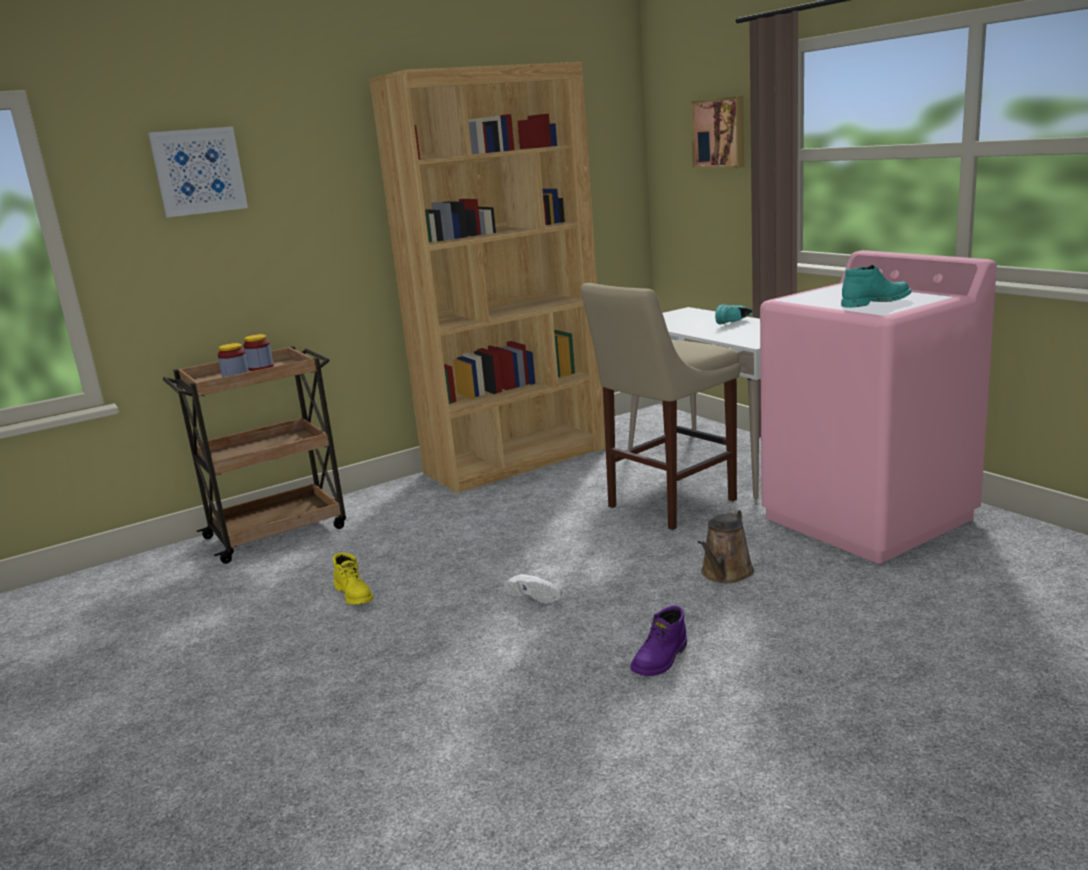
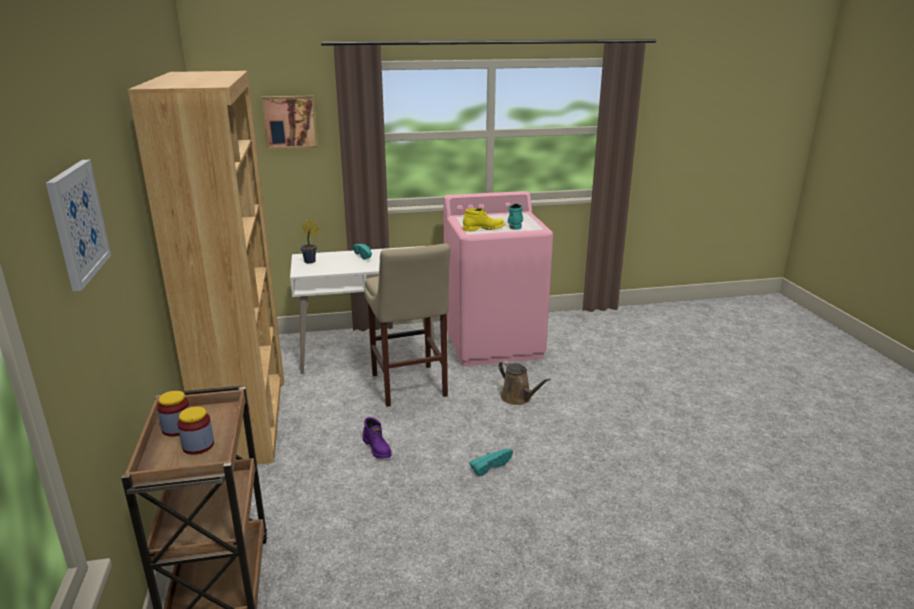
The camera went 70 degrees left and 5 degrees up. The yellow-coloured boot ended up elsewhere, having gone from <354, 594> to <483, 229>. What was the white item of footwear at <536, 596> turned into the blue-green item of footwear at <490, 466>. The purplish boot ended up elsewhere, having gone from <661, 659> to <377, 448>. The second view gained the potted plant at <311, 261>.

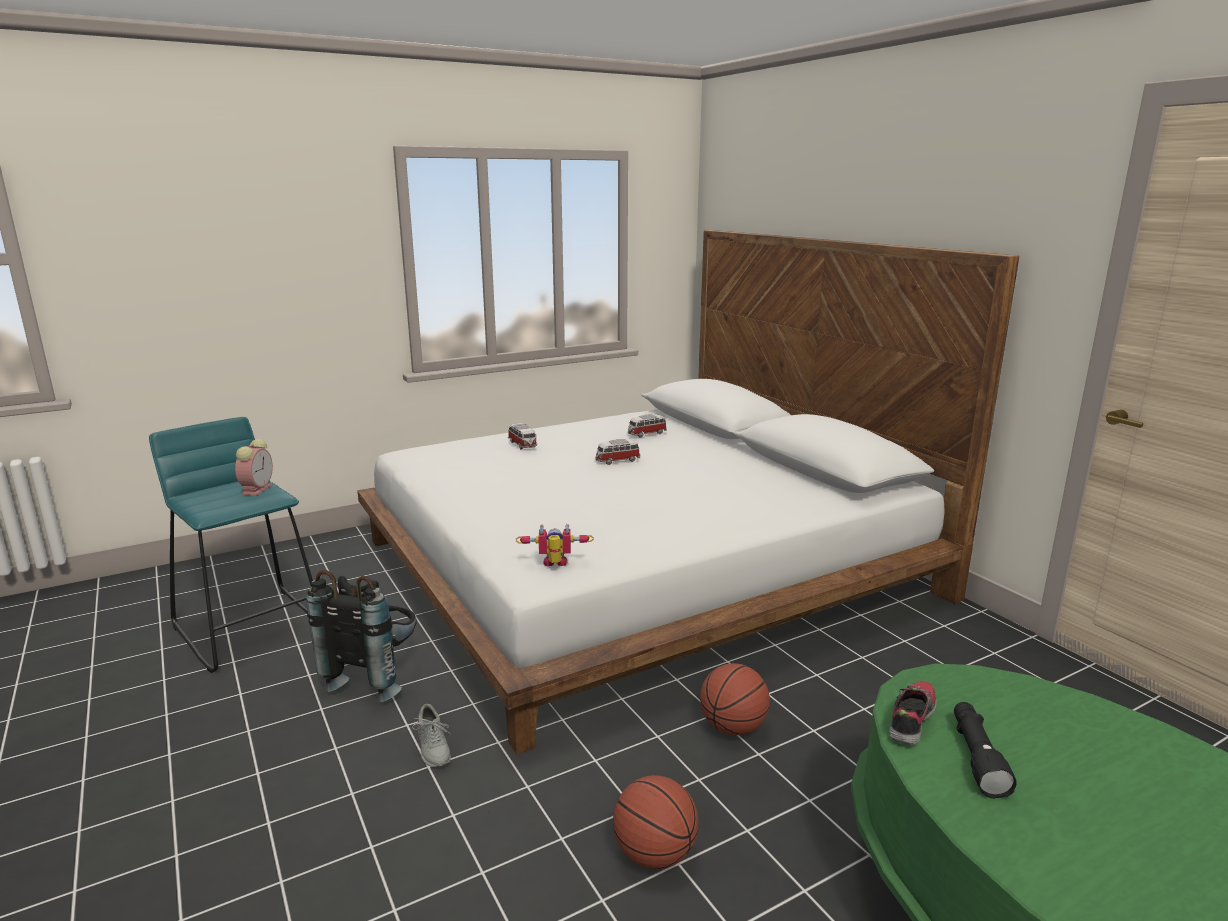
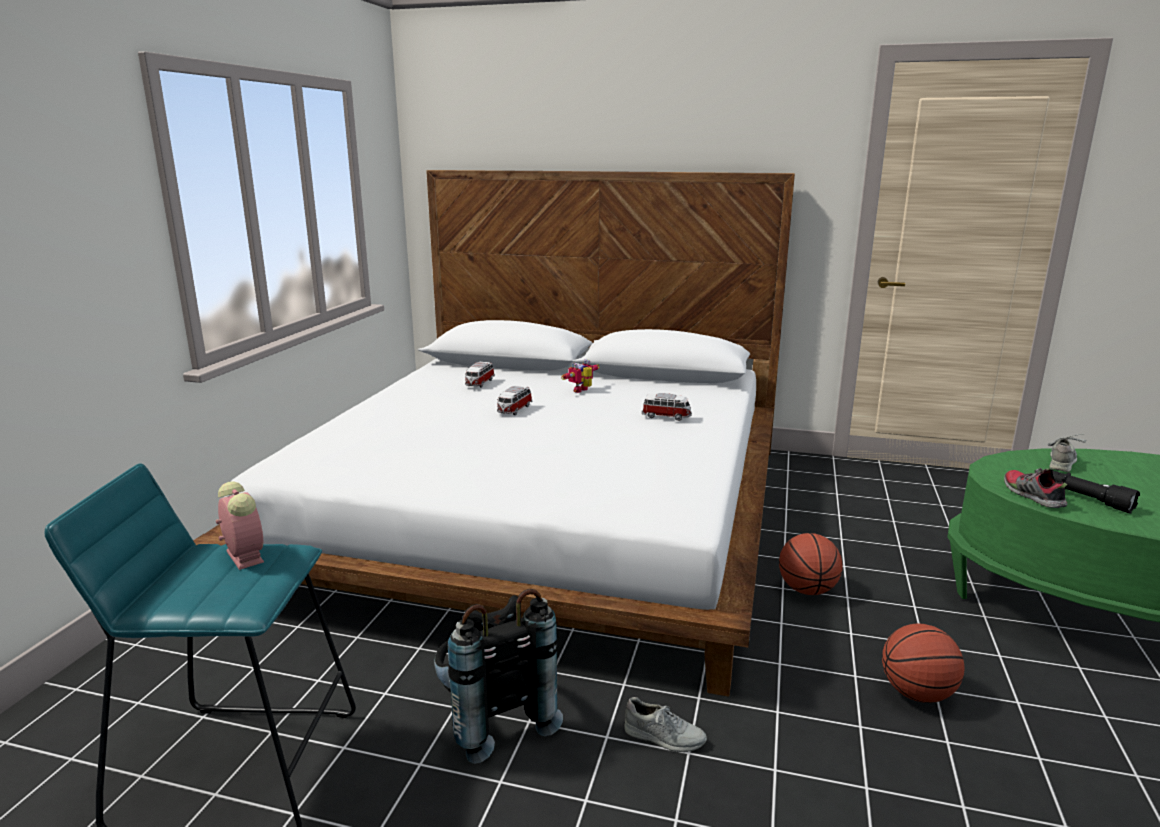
The camera went 45 degrees left and 0 degrees up. The model car ended up elsewhere, having gone from <523, 445> to <666, 416>. The robot figure ended up elsewhere, having gone from <555, 565> to <583, 391>. The second view gained the gray item of footwear at <1062, 461>.

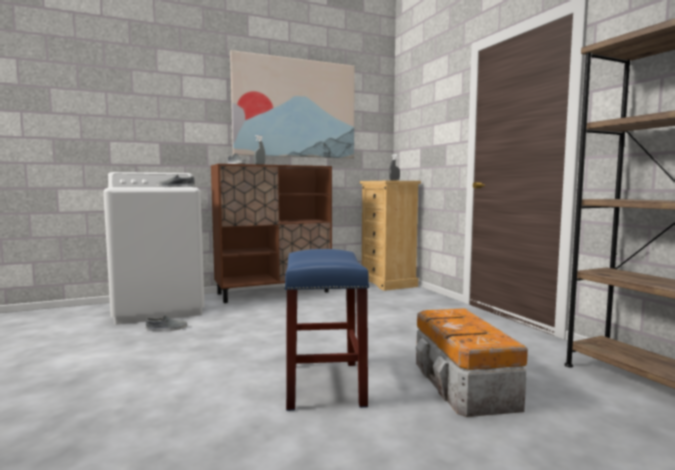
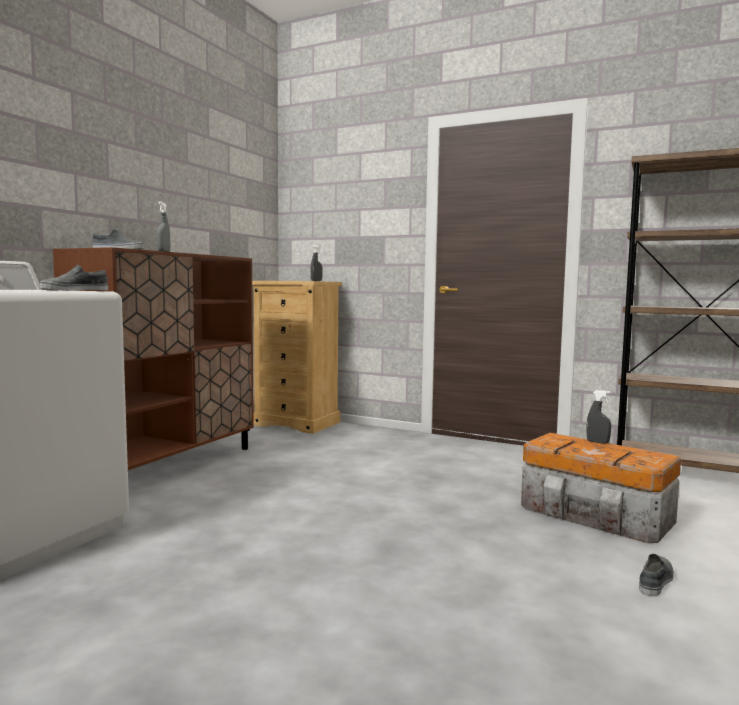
The camera went 40 degrees left and 0 degrees up. The gray item of footwear ended up elsewhere, having gone from <166, 329> to <655, 580>. The second view lost the picture at <295, 108>. The second view lost the blue-coloured sitting stool at <325, 385>. The second view gained the gray sprayer at <597, 442>.

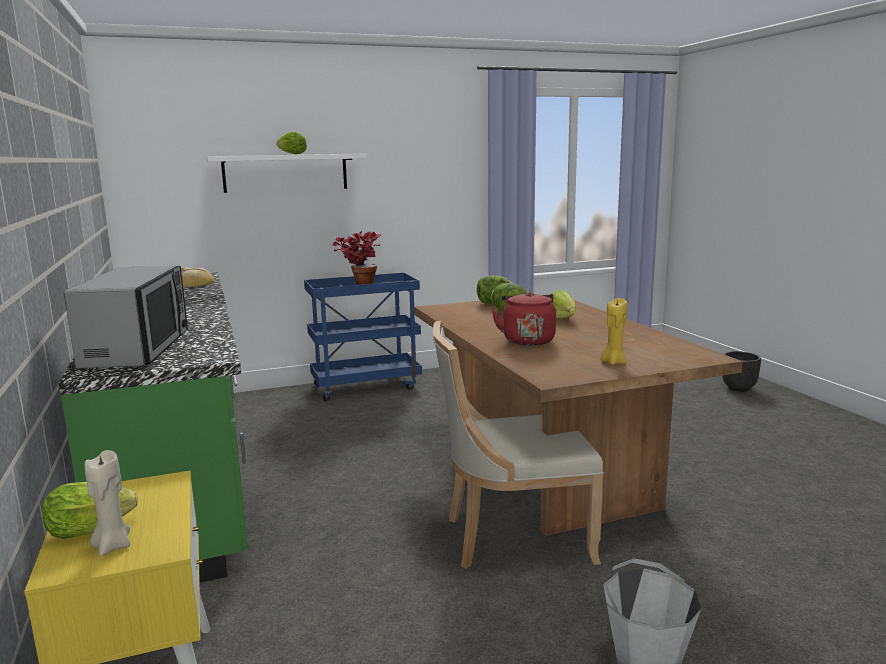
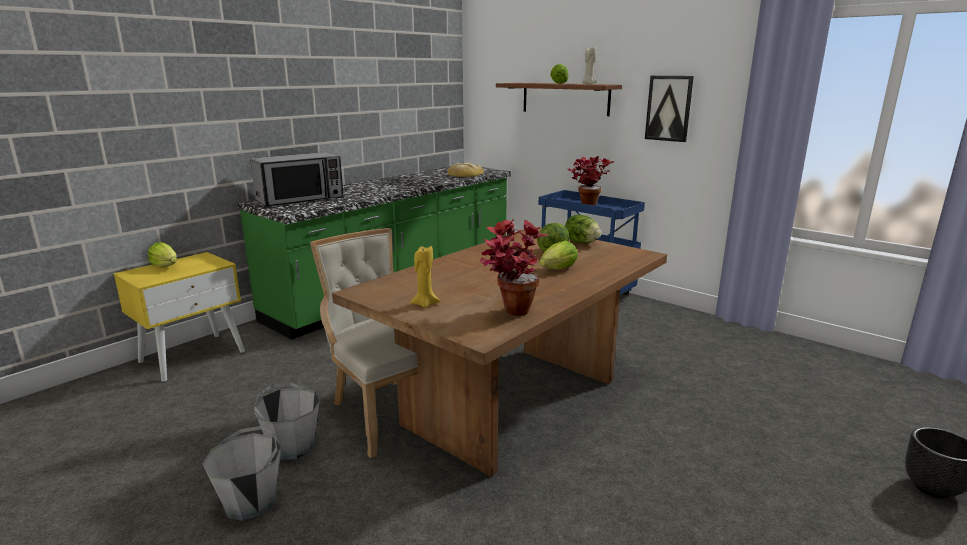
The camera went 60 degrees right and 5 degrees up. The beige candle ended up elsewhere, having gone from <112, 546> to <588, 84>. What was the white wall shelf at <285, 173> turned into the brown wall shelf at <565, 98>. The second view lost the reddish water kettle at <527, 340>. The second view gained the gray water bucket at <292, 446>. The second view gained the potted plant at <509, 314>. The second view gained the picture at <669, 108>.

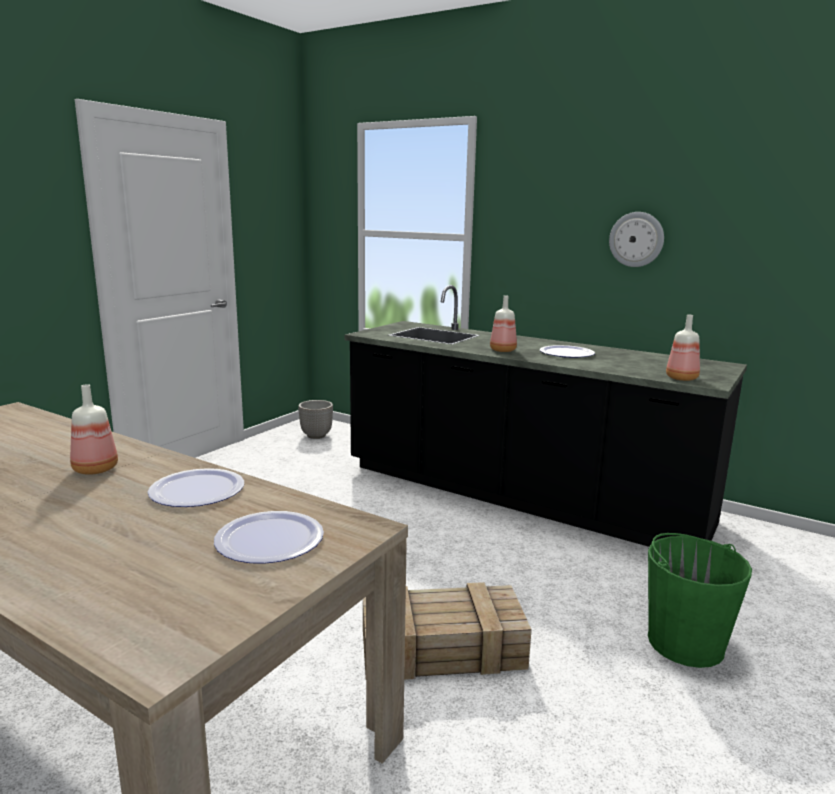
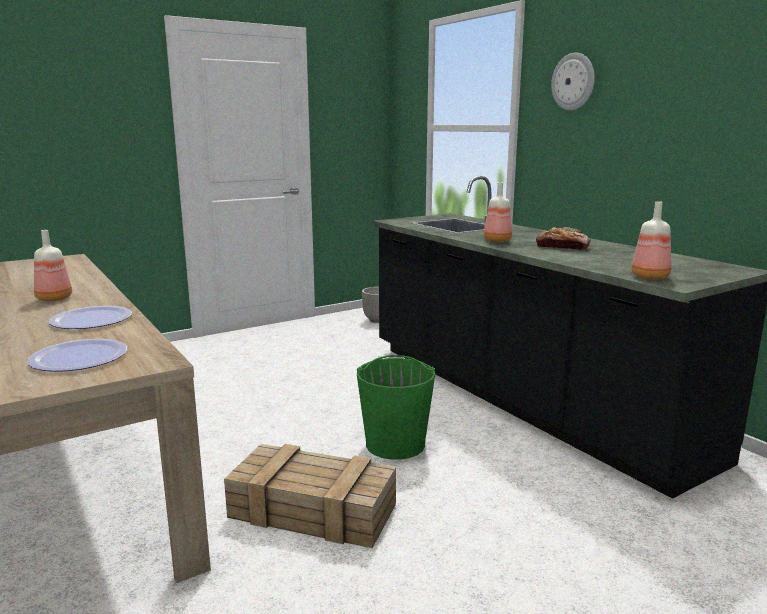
The camera went 25 degrees right and 0 degrees up. Where the plate stood at <566, 353>, the bread came to stand at <562, 247>. The wall clock ended up elsewhere, having gone from <636, 239> to <573, 82>. The greenish water bucket ended up elsewhere, having gone from <685, 642> to <395, 444>.

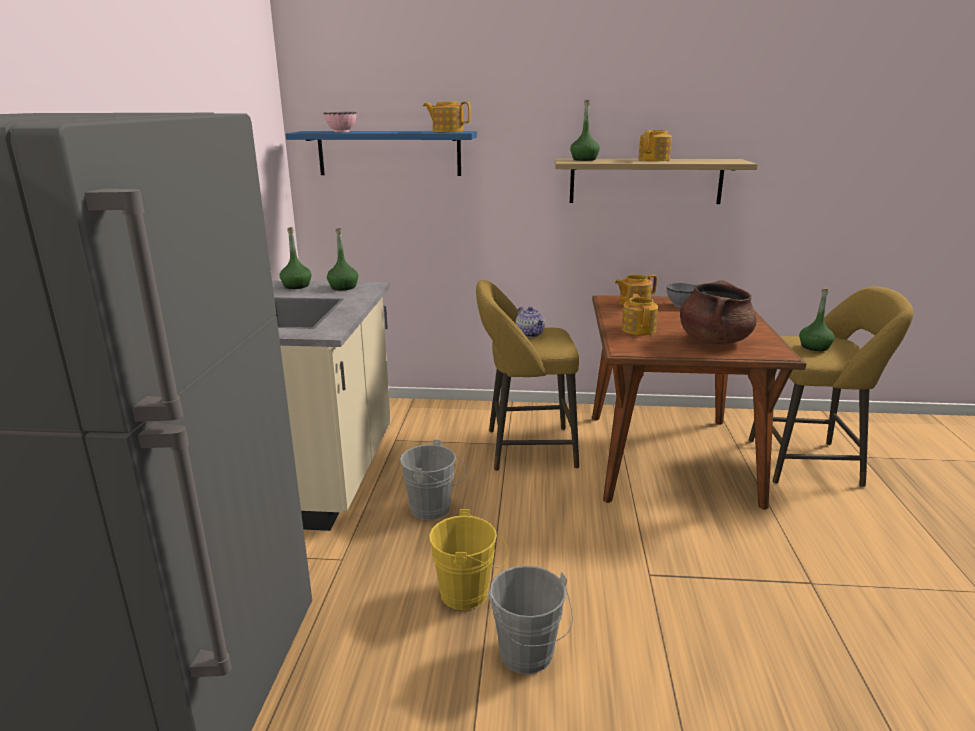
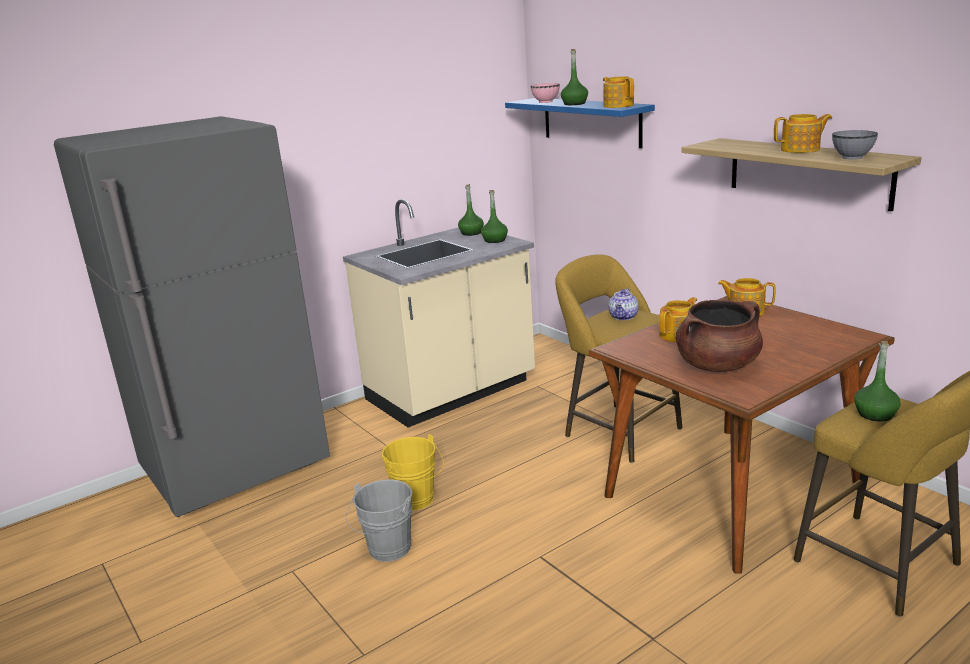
The camera went 50 degrees right and 0 degrees up. The second view lost the gray water bucket at <434, 509>. The greenish bottle ended up elsewhere, having gone from <584, 159> to <574, 104>. The gray bowl ended up elsewhere, having gone from <681, 305> to <852, 157>.

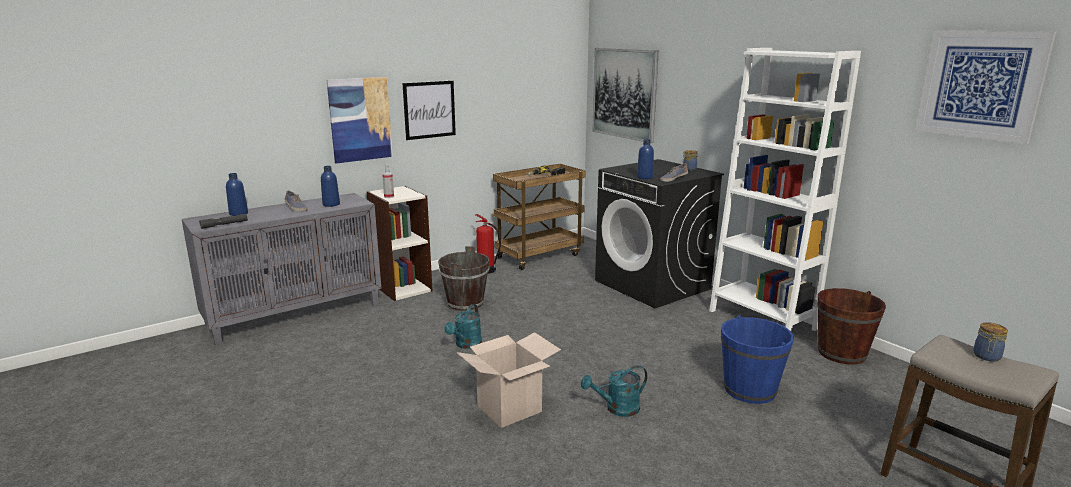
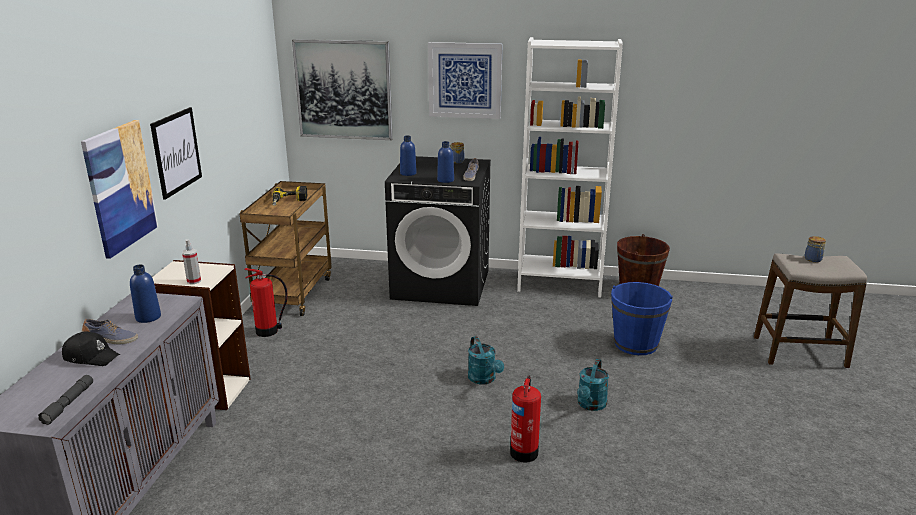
The camera went 45 degrees left and 5 degrees up. The blue-coloured bottle ended up elsewhere, having gone from <238, 213> to <408, 173>. The second view lost the brown water bucket at <465, 303>. The blue-green sprinkling can ended up elsewhere, having gone from <466, 345> to <484, 379>. Where the cardboard box stood at <509, 409>, the fire-fighting cylinder came to stand at <524, 451>. The picture ended up elsewhere, having gone from <981, 85> to <465, 80>. The second view gained the black peaked cap at <91, 356>.

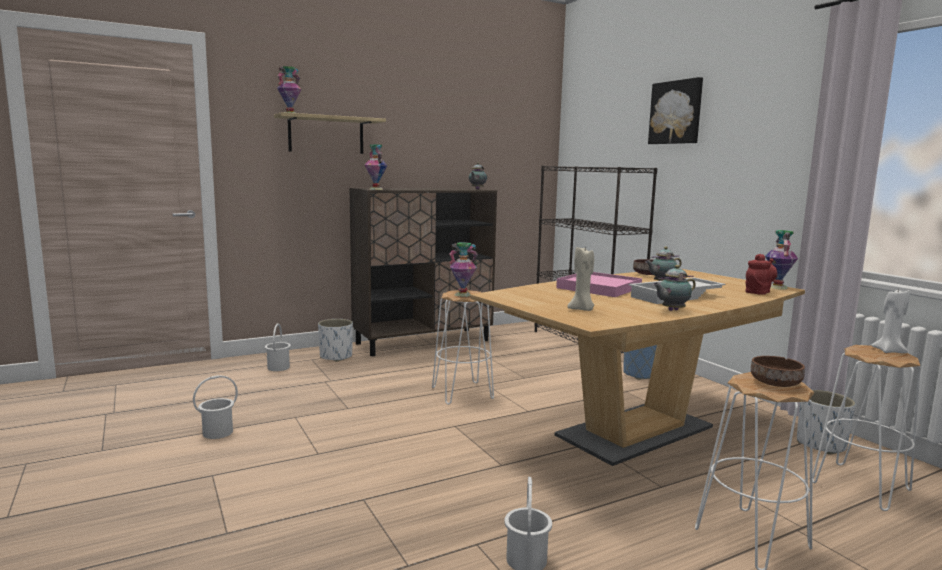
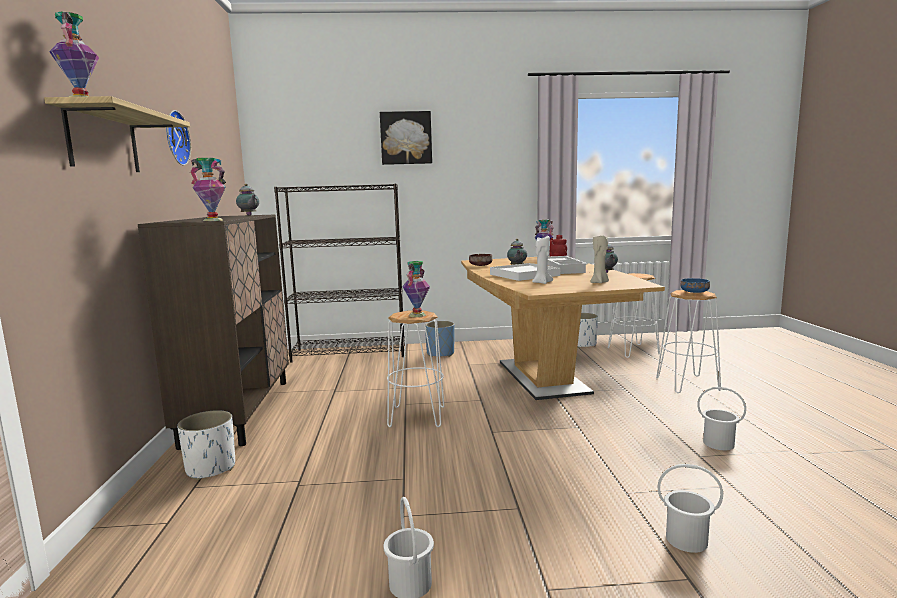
The camera went 65 degrees left and 0 degrees up. The white water bucket ended up elsewhere, having gone from <278, 367> to <687, 540>. What was the pink-coloured serving tray at <599, 288> turned into the white serving tray at <524, 275>. What was the brown bowl at <774, 384> turned into the blue-coloured bowl at <694, 292>. The white candle ended up elsewhere, having gone from <888, 351> to <541, 282>. The second view gained the wall clock at <174, 138>.

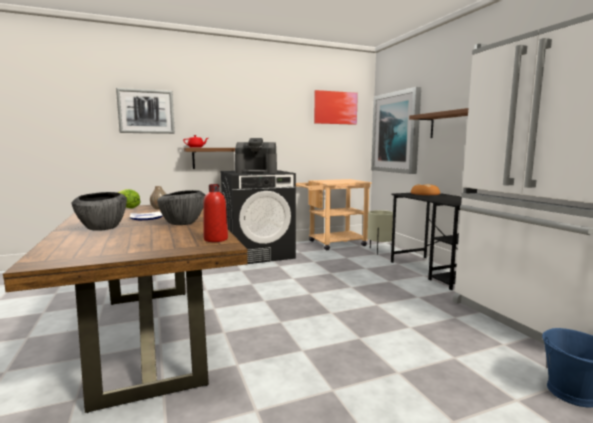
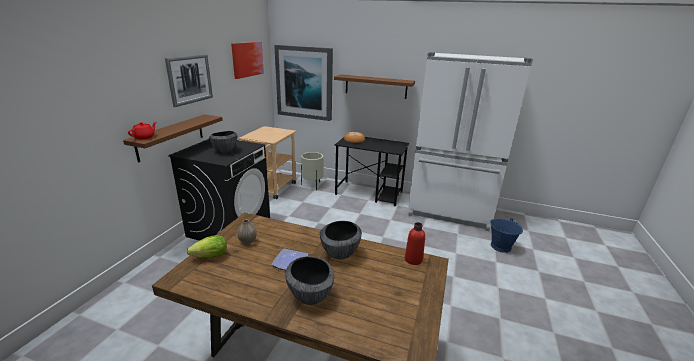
The camera went 50 degrees left and 15 degrees up. The picture ended up elsewhere, having gone from <146, 111> to <189, 79>. Where the coffee maker stood at <256, 172>, the bowl came to stand at <225, 151>.

